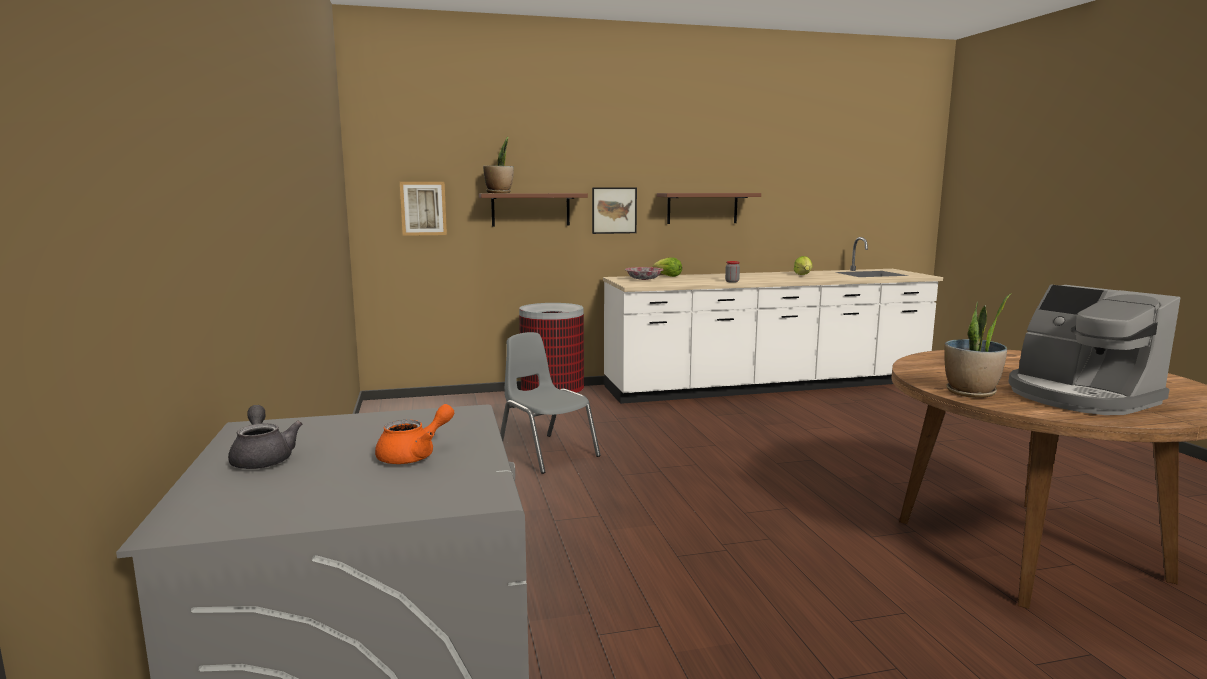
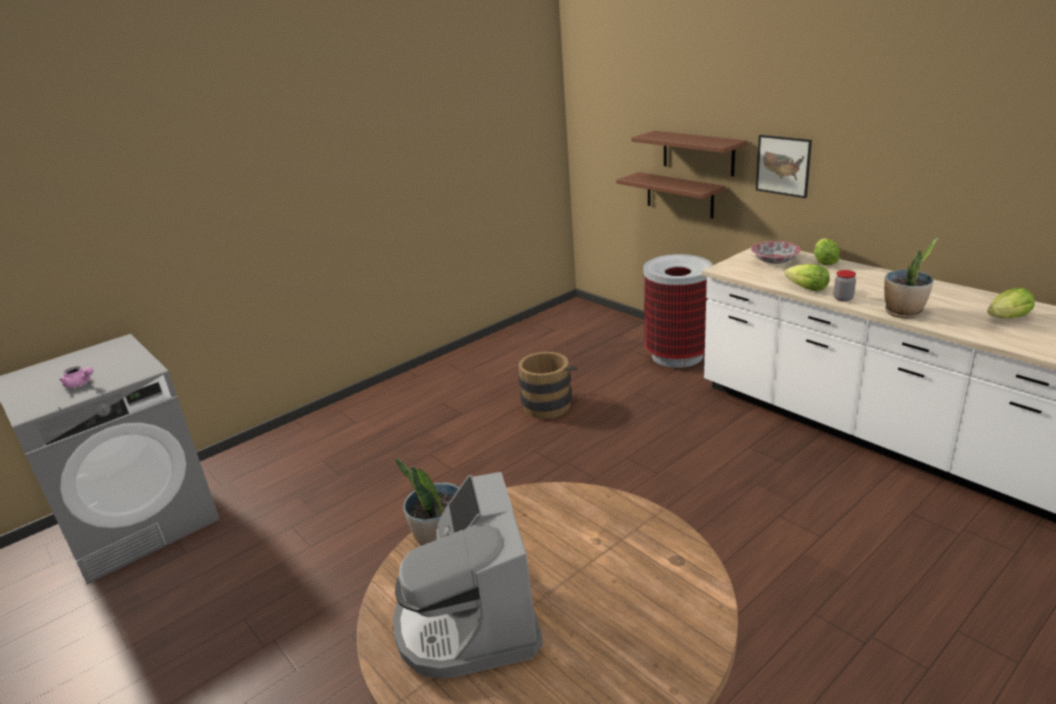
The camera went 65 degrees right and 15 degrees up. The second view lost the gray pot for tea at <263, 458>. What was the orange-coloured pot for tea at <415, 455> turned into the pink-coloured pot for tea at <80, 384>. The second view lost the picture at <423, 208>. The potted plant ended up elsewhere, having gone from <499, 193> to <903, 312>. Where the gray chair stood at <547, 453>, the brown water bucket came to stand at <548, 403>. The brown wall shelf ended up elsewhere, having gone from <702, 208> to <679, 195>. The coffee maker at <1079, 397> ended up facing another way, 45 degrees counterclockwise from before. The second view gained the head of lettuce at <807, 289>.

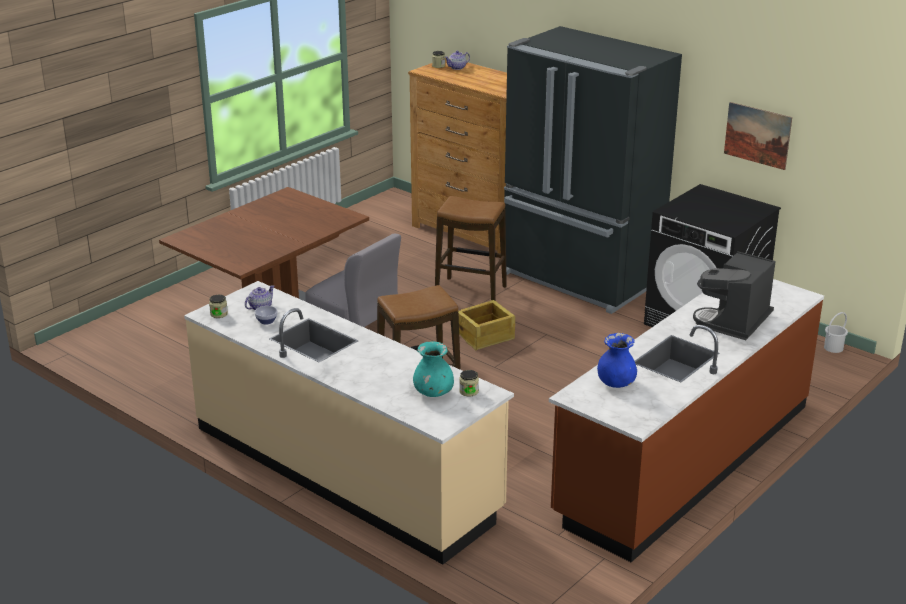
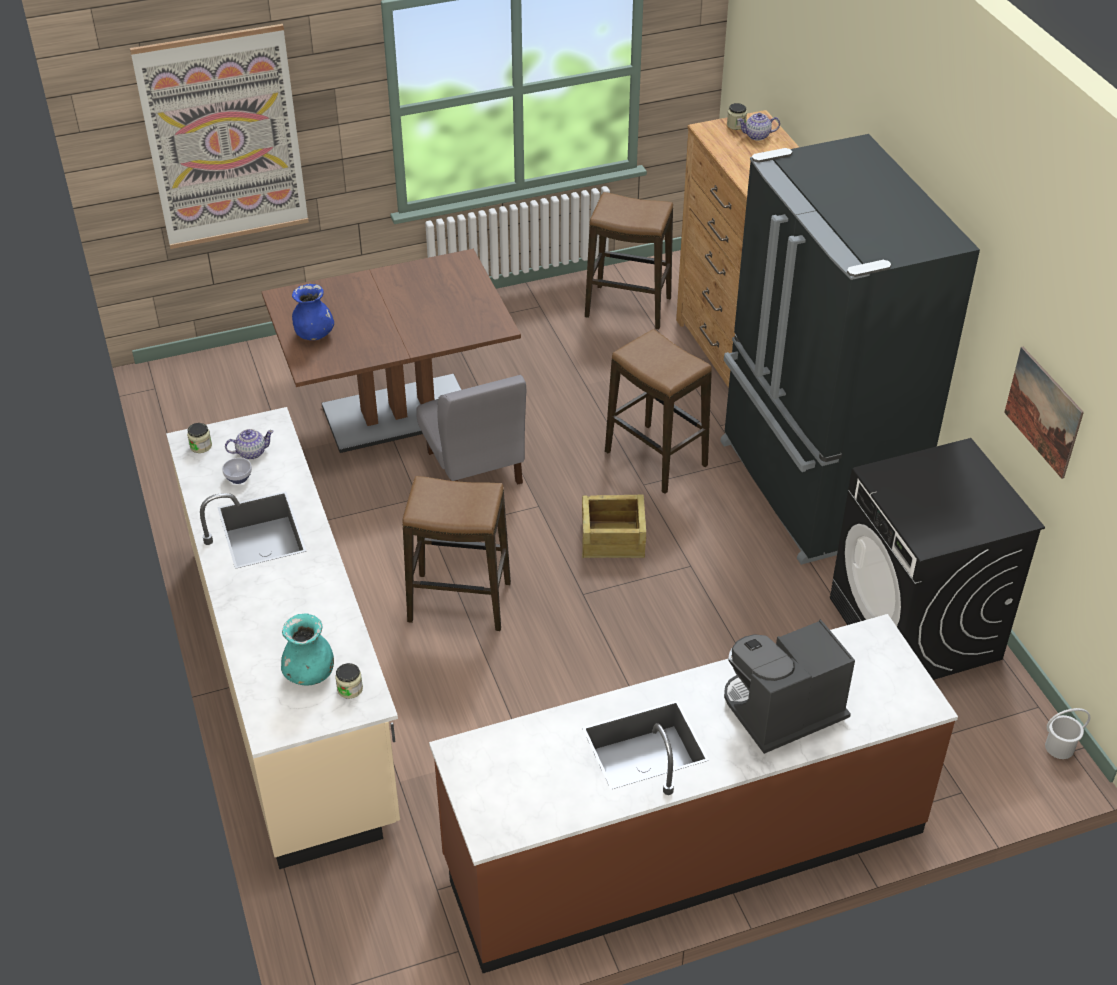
The camera went 30 degrees right and 15 degrees up. The blue-coloured decorative vase ended up elsewhere, having gone from <616, 383> to <314, 334>. The second view gained the picture at <224, 139>. The second view gained the sitting stool at <628, 307>.

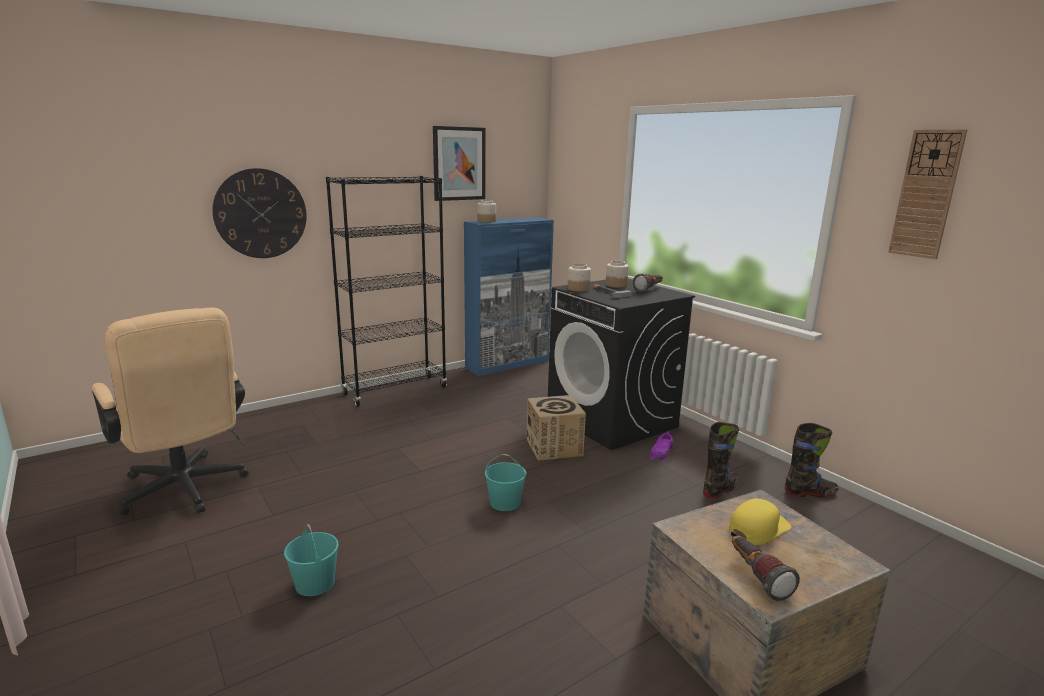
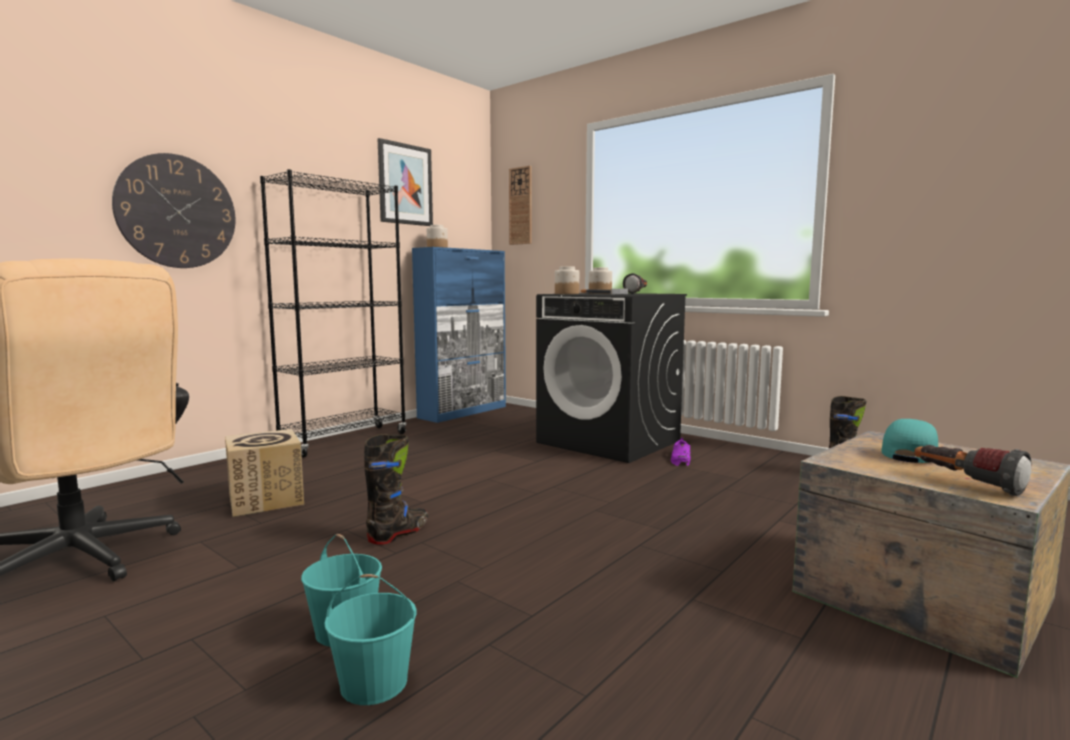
The camera went 15 degrees left and 10 degrees down. The blue-green water bucket ended up elsewhere, having gone from <504, 502> to <372, 682>. The cardboard box ended up elsewhere, having gone from <554, 447> to <266, 500>. The black boot ended up elsewhere, having gone from <720, 489> to <399, 533>. What was the yellow-coloured peaked cap at <758, 528> turned into the blue-green peaked cap at <910, 453>. The wall clock ended up elsewhere, having gone from <926, 194> to <520, 206>.

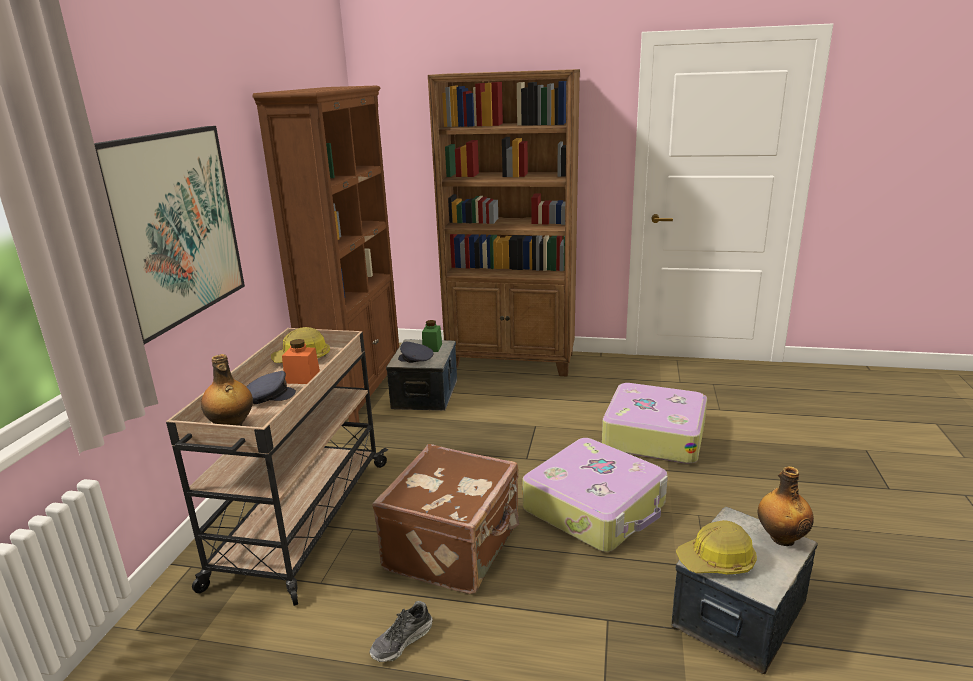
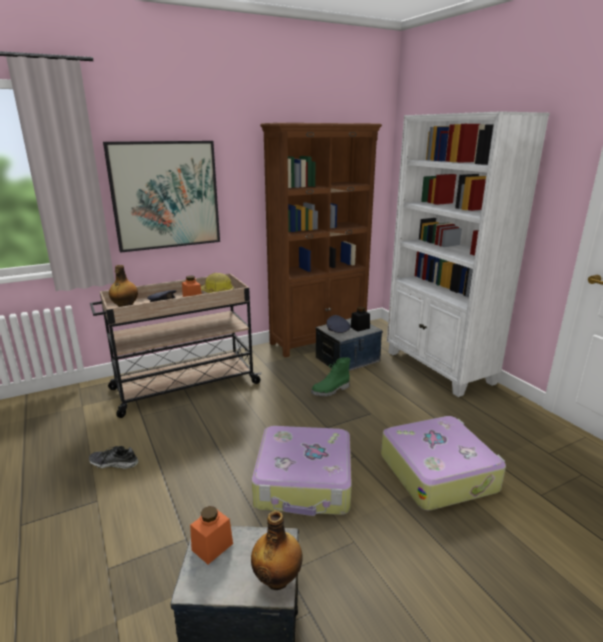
The camera went 50 degrees right and 0 degrees up. The second view lost the brown suitcase at <455, 548>. What was the greenish jar at <432, 347> turned into the black jar at <360, 328>. What was the brown bookcase at <512, 361> turned into the white bookcase at <439, 368>. Where the safety helmet stood at <717, 561>, the orange-coloured jar came to stand at <212, 547>. The second view gained the greenish boot at <331, 391>.

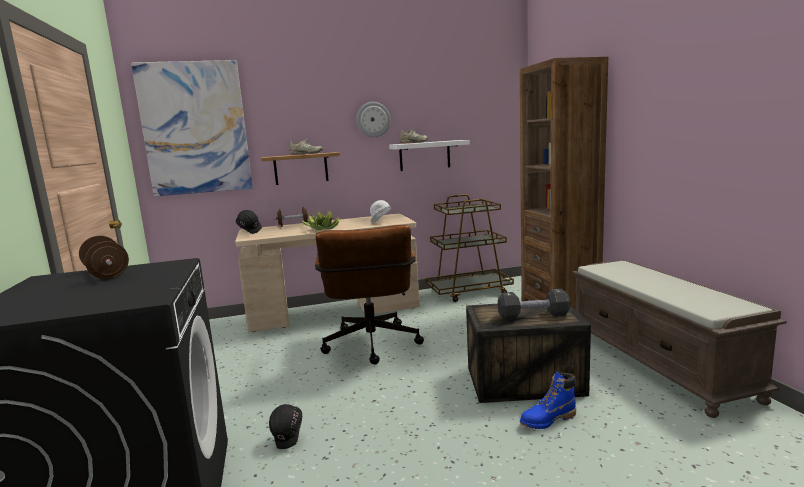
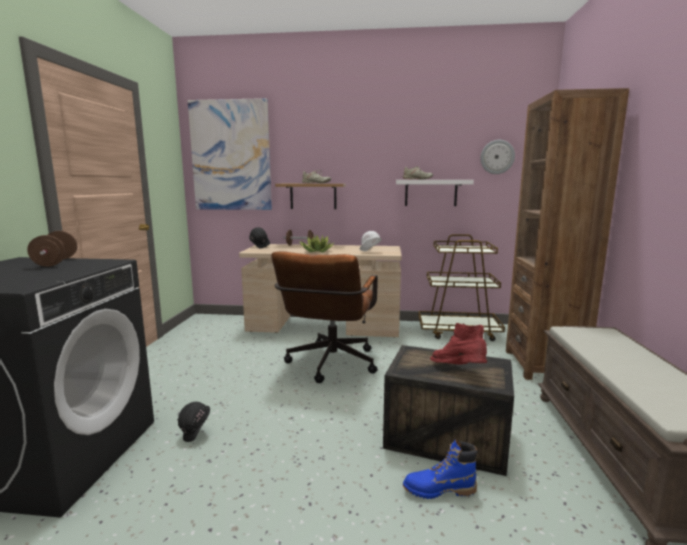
The camera went 20 degrees right and 0 degrees up. The wall clock ended up elsewhere, having gone from <373, 119> to <497, 157>. Where the black free weight stood at <533, 316>, the reddish boot came to stand at <458, 371>.

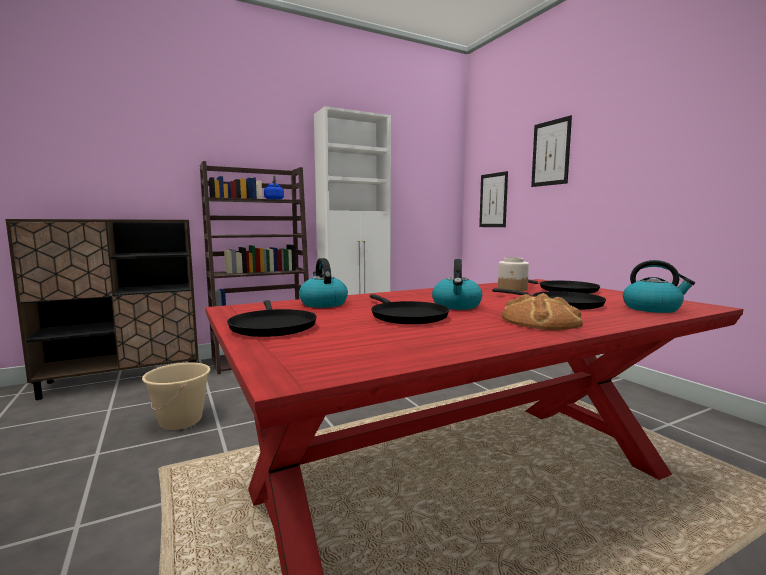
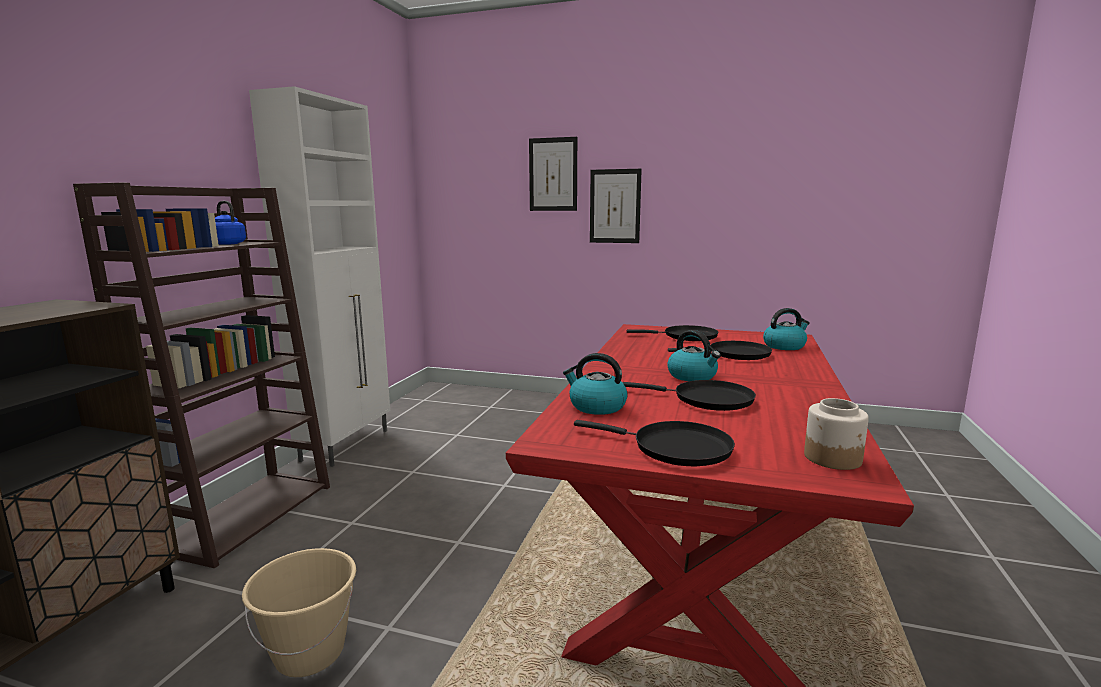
The camera went 45 degrees left and 5 degrees up. The picture ended up elsewhere, having gone from <493, 200> to <615, 206>. The jar ended up elsewhere, having gone from <512, 289> to <833, 458>. The second view lost the bread at <541, 321>.

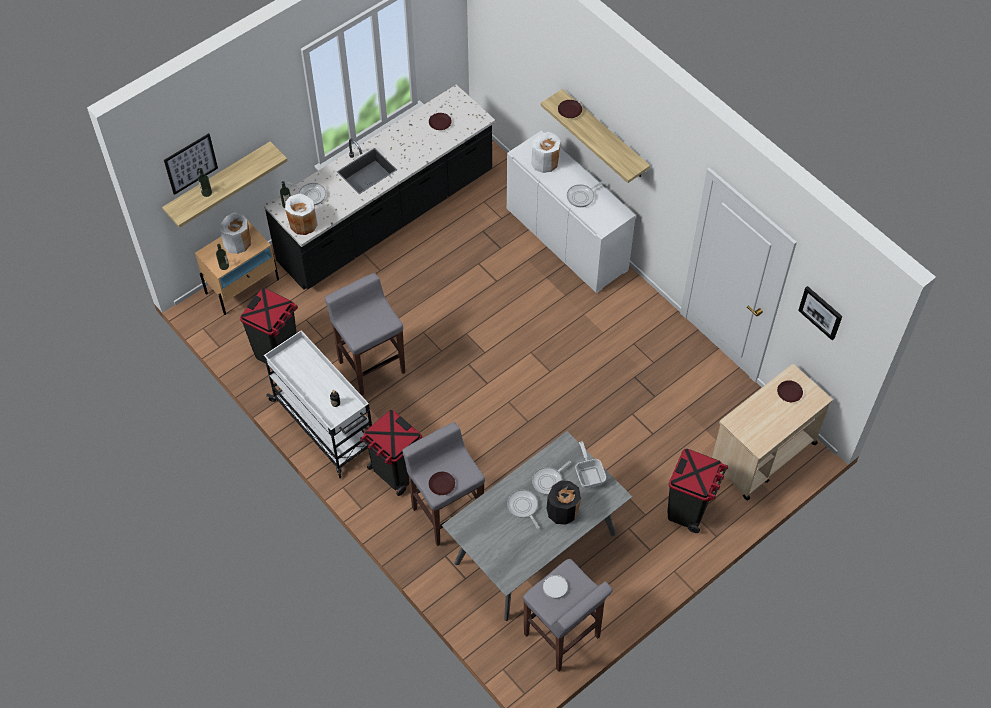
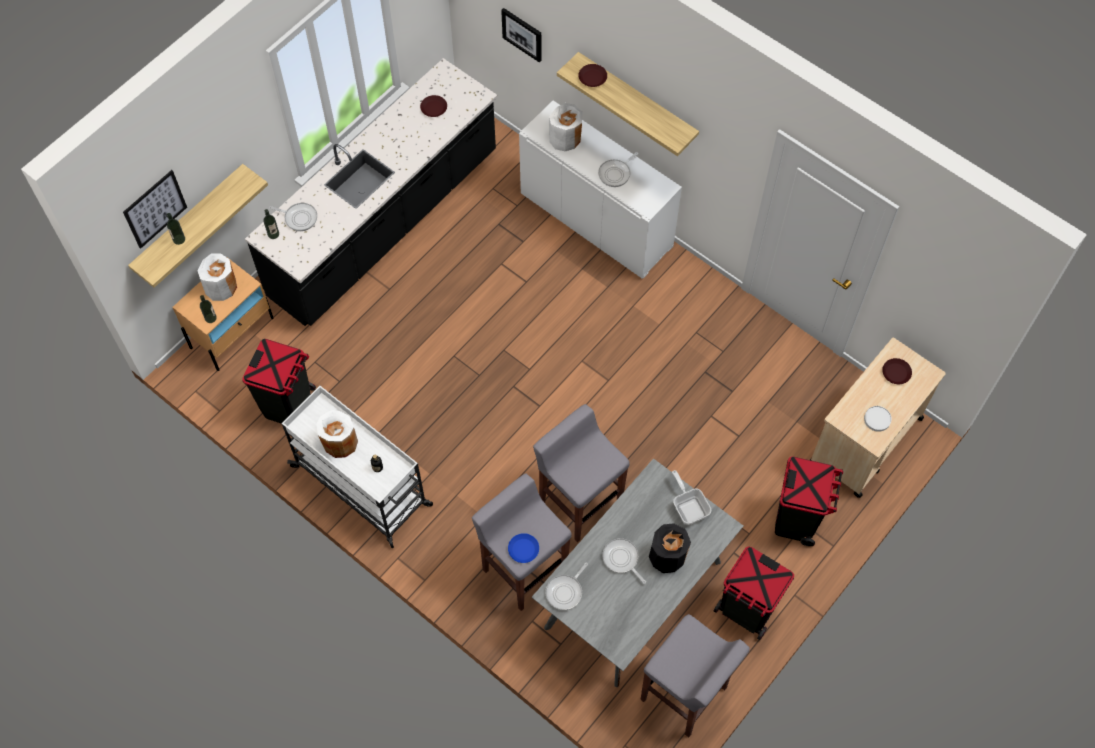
The camera went 10 degrees left and 5 degrees up. The white decorative vase ended up elsewhere, having gone from <303, 224> to <340, 442>. The gray sitting stool ended up elsewhere, having gone from <371, 366> to <579, 502>. The black waste bin ended up elsewhere, having gone from <395, 472> to <746, 610>. What was the brown plate at <441, 484> turned into the blue-coloured plate at <523, 549>. The frying pan ended up elsewhere, having gone from <549, 481> to <565, 591>. The white plate ended up elsewhere, having gone from <555, 587> to <877, 419>. The picture ended up elsewhere, having gone from <821, 312> to <522, 34>.

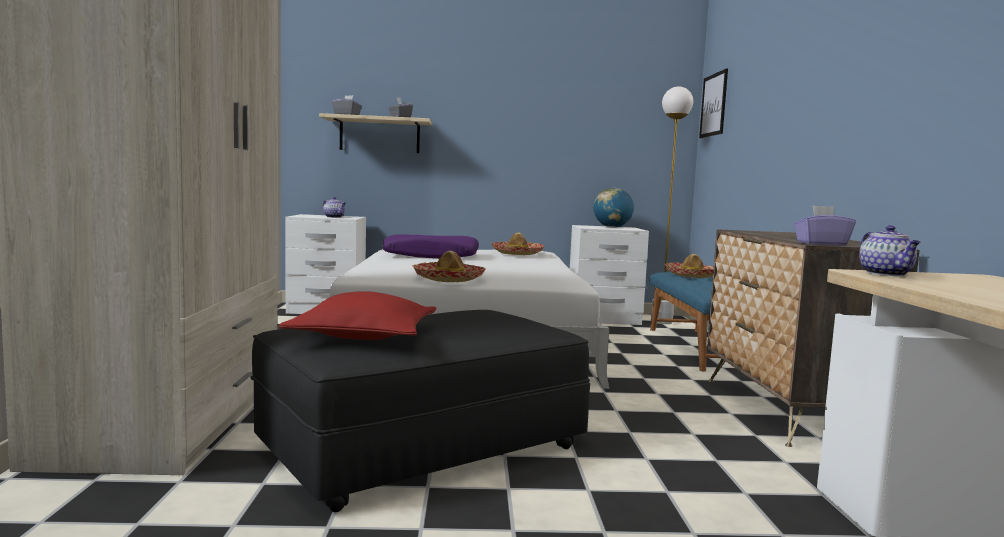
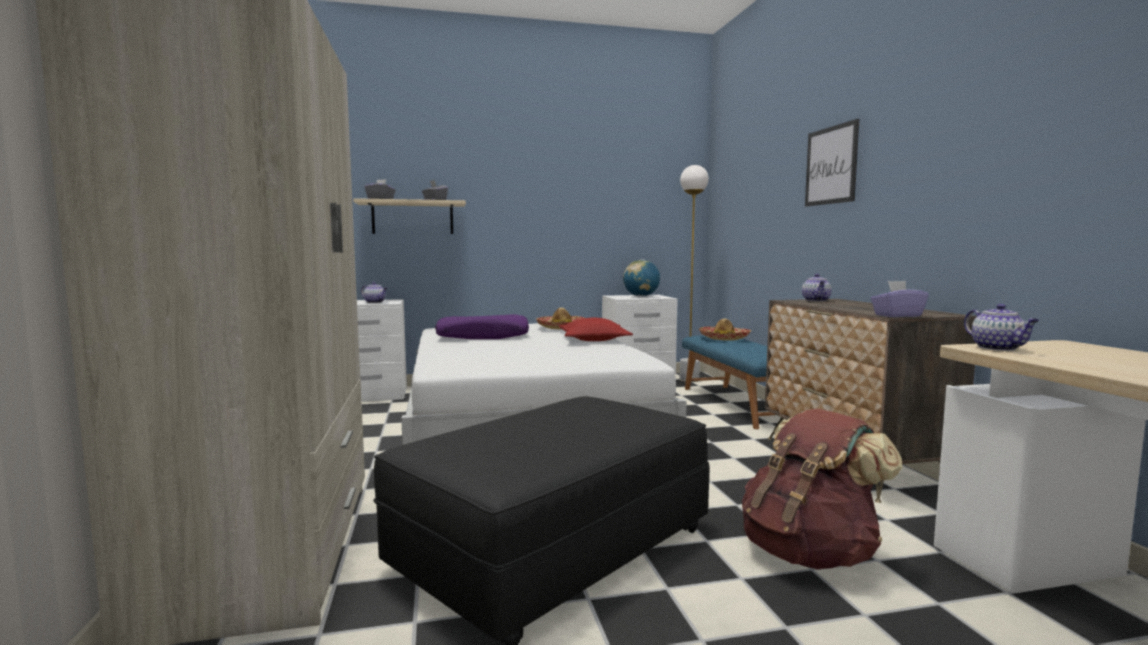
The camera went 10 degrees left and 0 degrees up. The reddish pillow ended up elsewhere, having gone from <364, 336> to <594, 340>. The second view lost the clothing hat at <449, 279>. The picture ended up elsewhere, having gone from <713, 105> to <831, 165>. The second view gained the brown rucksack at <809, 553>. The second view gained the pot for tea at <816, 300>.

